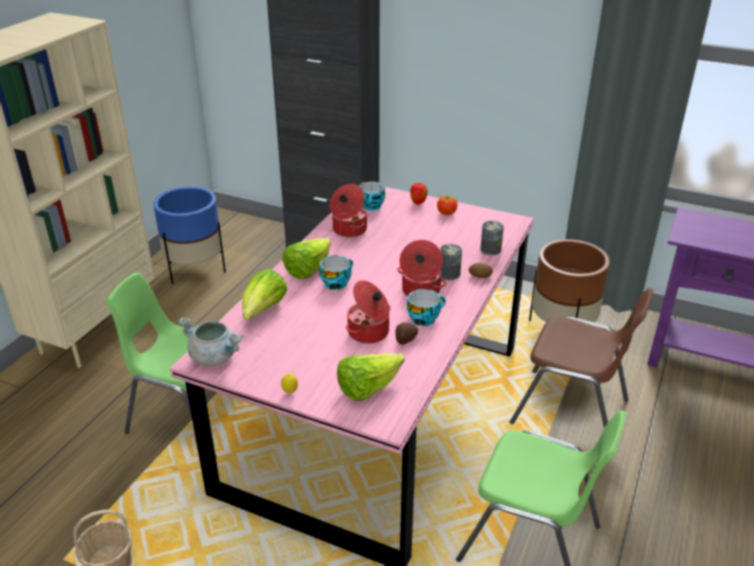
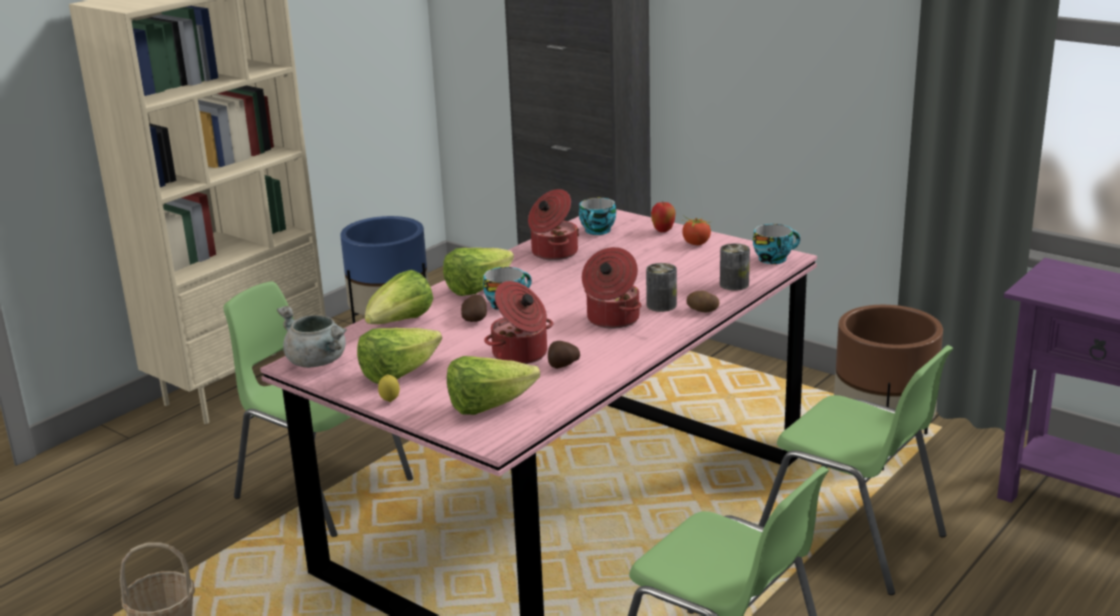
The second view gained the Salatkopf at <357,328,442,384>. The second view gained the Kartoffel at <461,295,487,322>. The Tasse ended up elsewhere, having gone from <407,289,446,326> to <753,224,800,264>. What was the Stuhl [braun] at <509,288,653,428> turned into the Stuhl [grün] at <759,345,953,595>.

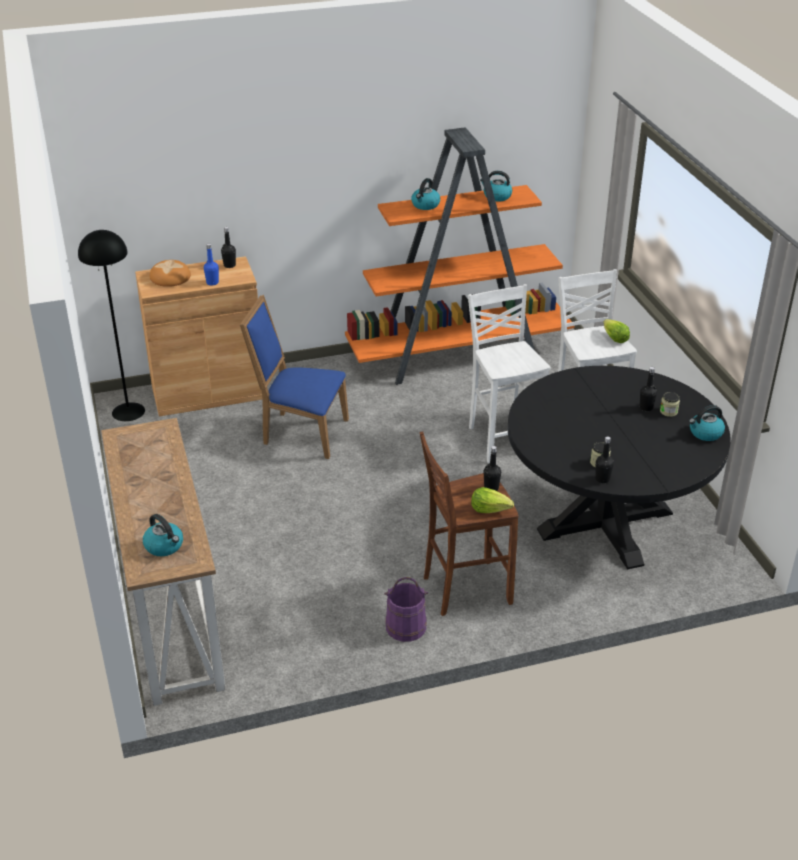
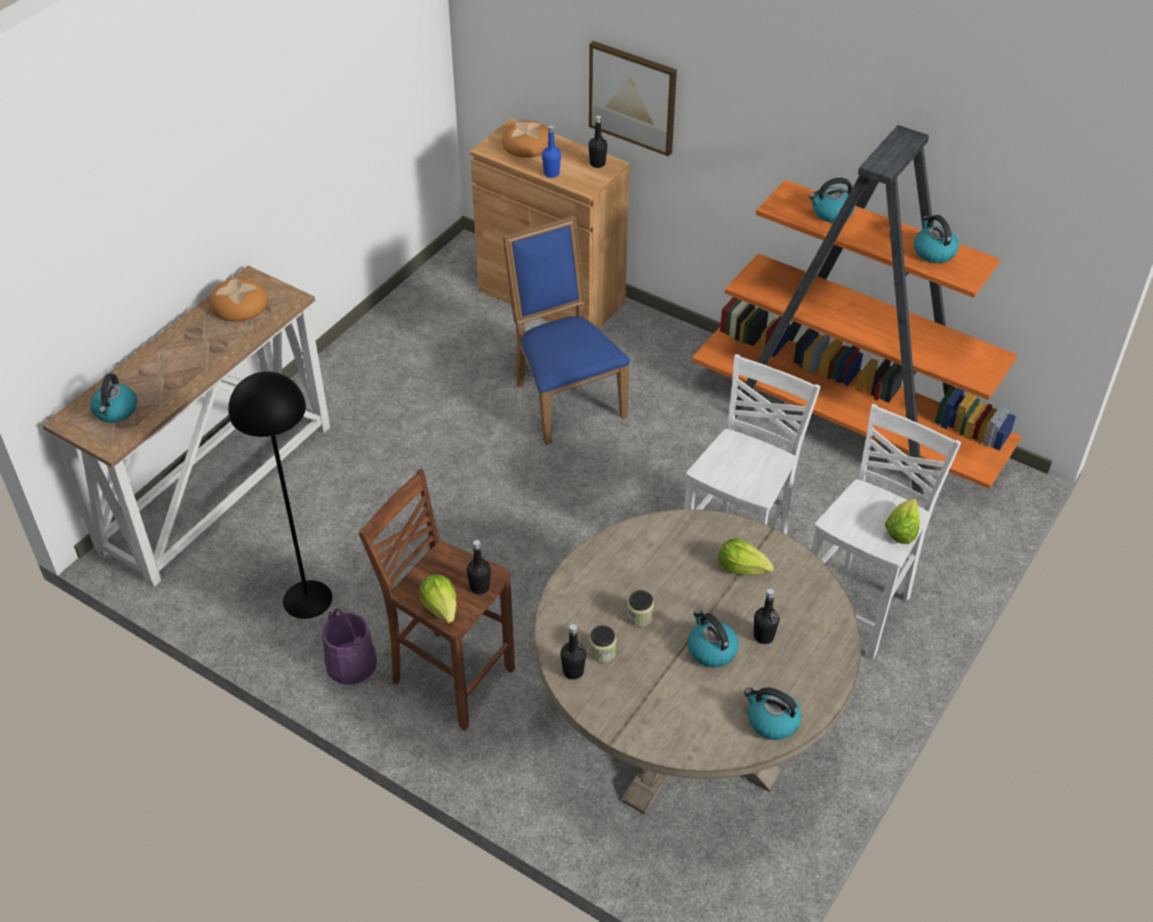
The second view gained the Brot at <209,278,268,322>. The Stehlampe [schwarz] ended up elsewhere, having gone from <78,230,145,421> to <228,371,332,619>. What was the Esstisch [schwarz] at <508,366,731,569> turned into the Esstisch [beige] at <535,509,861,815>. The second view gained the Bild at <589,41,677,157>. The Vorratsglas ended up elsewhere, having gone from <660,392,680,417> to <627,590,654,627>. The second view gained the Wasserkessel at <688,610,739,668>. The second view gained the Salatkopf at <718,538,774,575>.

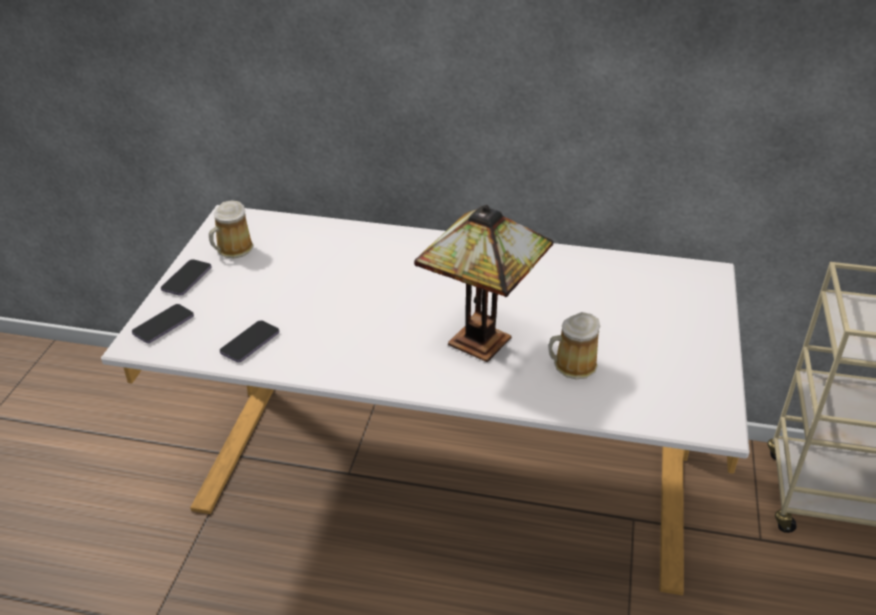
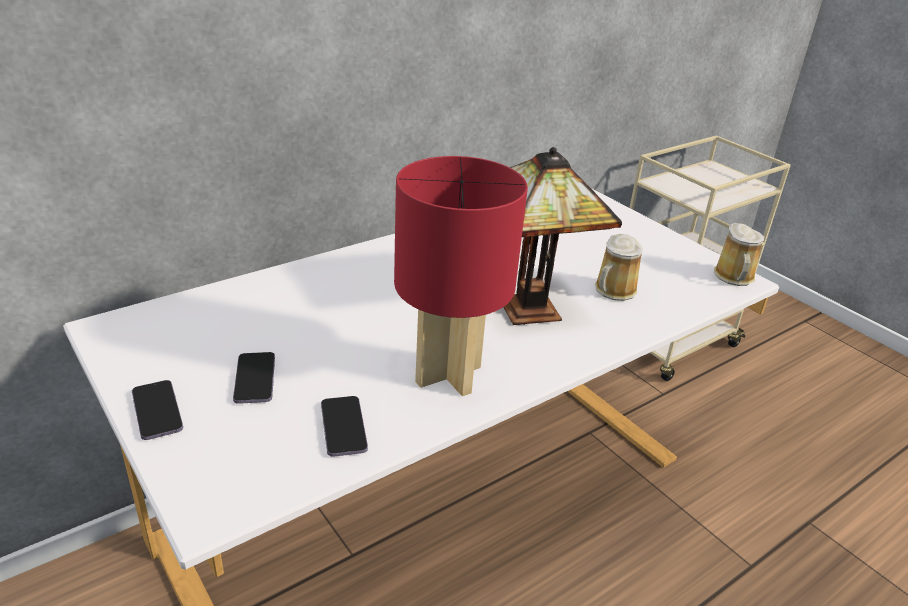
The Handy ended up elsewhere, having gone from <132,304,194,343> to <233,352,275,404>. The second view gained the Tischlampe [rot] at <394,156,528,396>. The Henkelbecher ended up elsewhere, having gone from <209,201,254,258> to <714,223,764,286>.

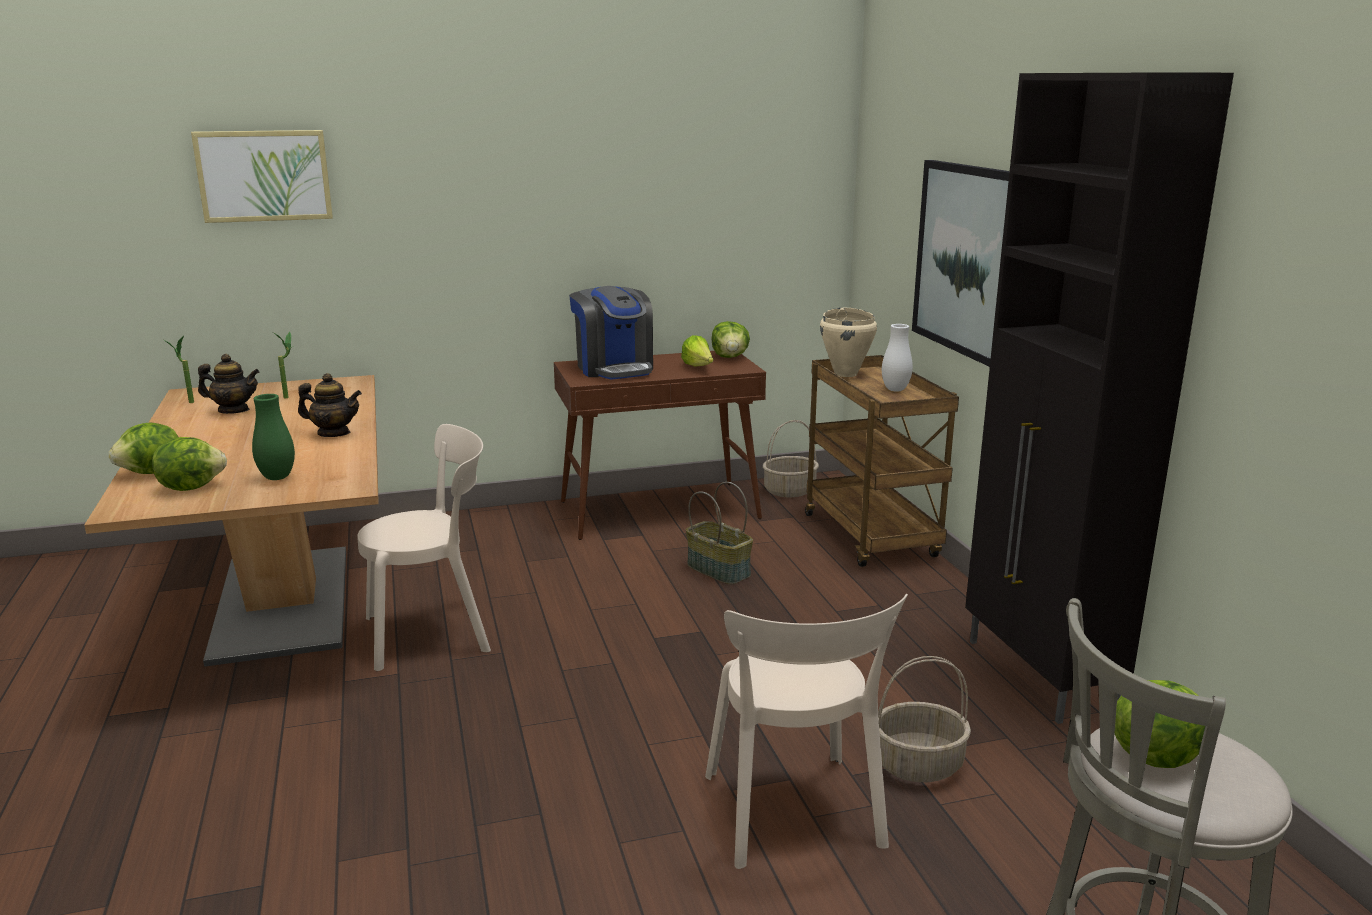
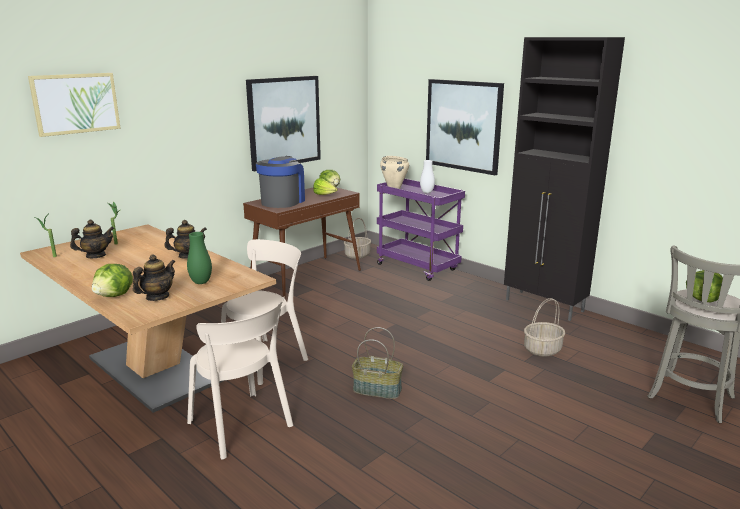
Where the Salatkopf stood at <152,437,227,491>, the Teekanne came to stand at <133,254,176,301>. The Stuhl [beige] ended up elsewhere, having gone from <705,594,908,869> to <187,297,293,460>. The second view gained the Bild at <246,76,321,171>. The Kaffeemaschine at <569,286,653,379> ended up facing another way, 105 degrees counterclockwise from before. The Korb ended up elsewhere, having gone from <686,482,753,584> to <352,327,403,399>. What was the Rollwagen [braun] at <805,355,959,567> turned into the Rollwagen [lila] at <377,178,465,281>.

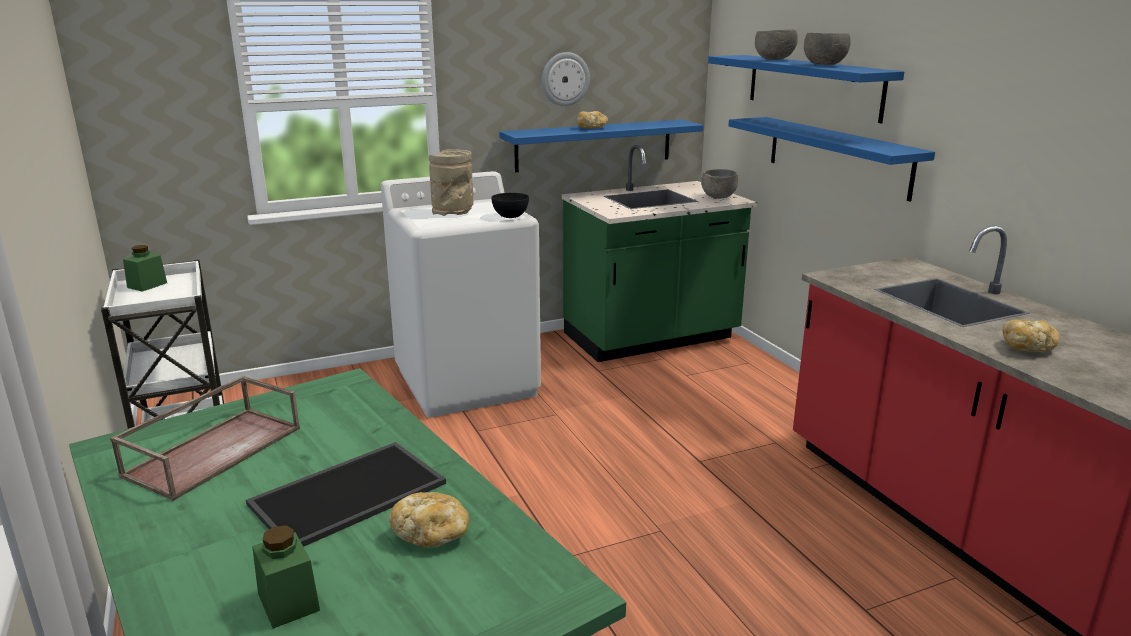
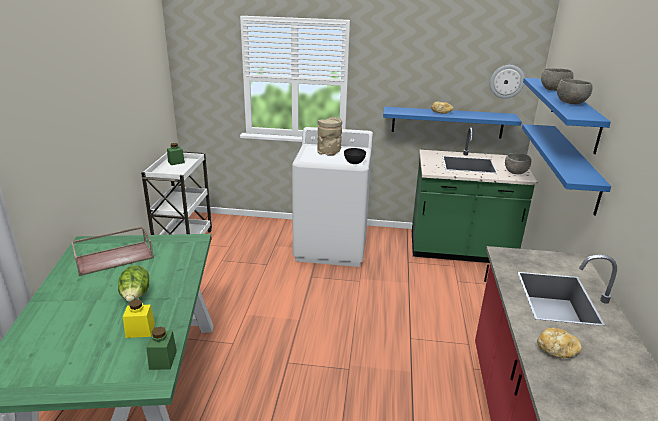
Where the Tablett stood at <246,442,446,547>, the Salatkopf came to stand at <118,265,149,302>. Where the Brot stood at <389,492,469,548>, the Vorratsglas [gelb] came to stand at <123,299,155,338>. The Vorratsglas [grün] ended up elsewhere, having gone from <252,526,320,629> to <146,326,177,370>. The Wanduhr ended up elsewhere, having gone from <542,52,590,106> to <490,65,525,99>.

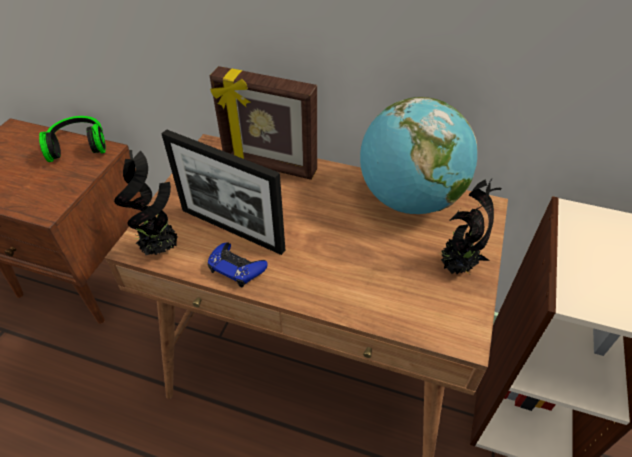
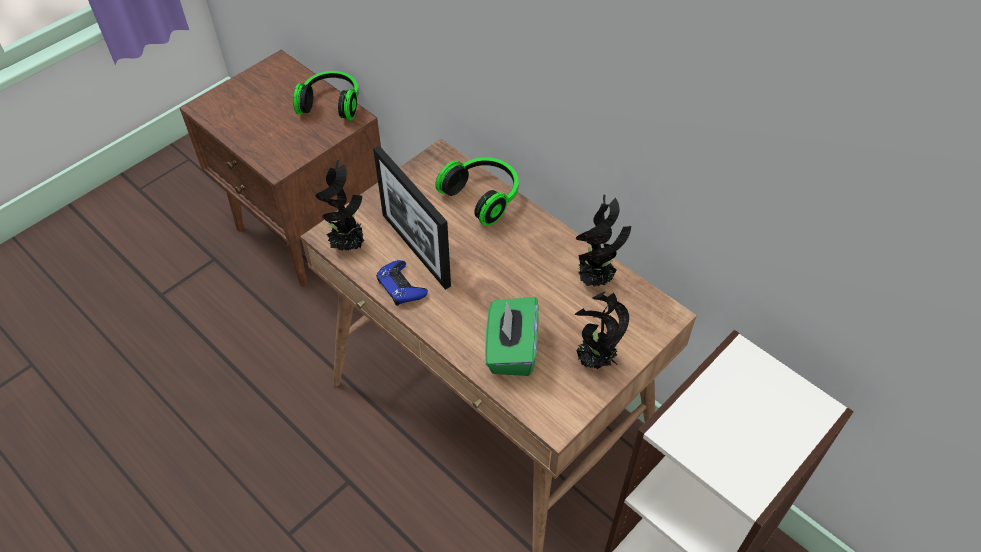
Where the Bilderrahmen stood at <210,66,317,180>, the Kopfhörer came to stand at <435,157,519,226>. The second view gained the Taschentuchbox [grün] at <485,297,539,376>. Where the Globus stood at <360,97,477,214>, the Topfpflanze came to stand at <576,194,631,287>.

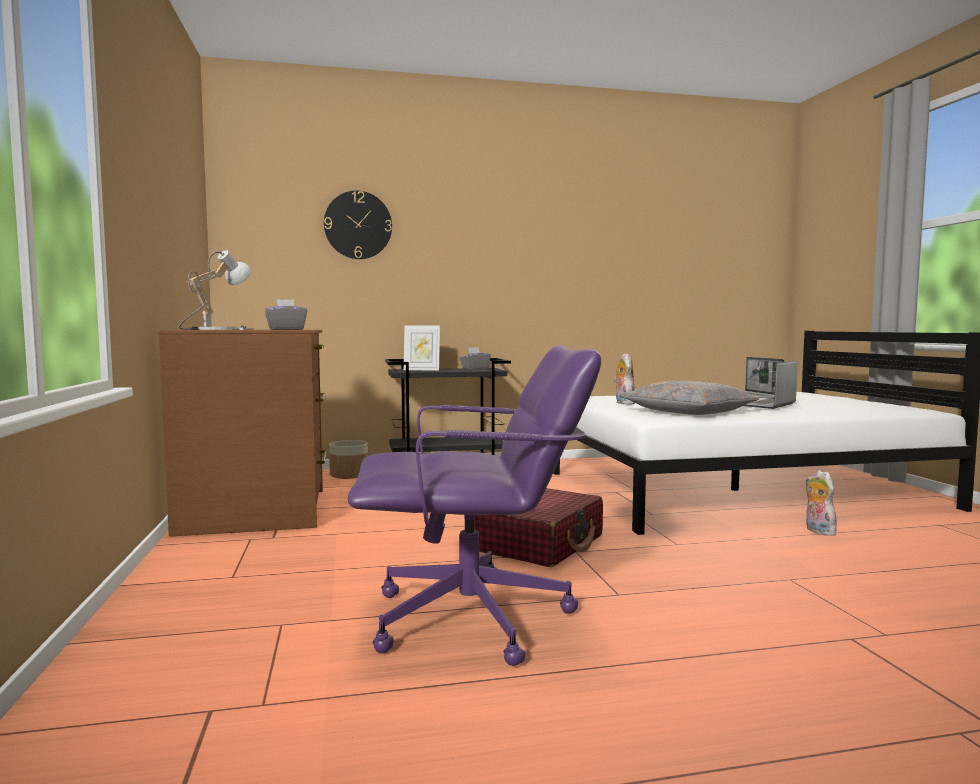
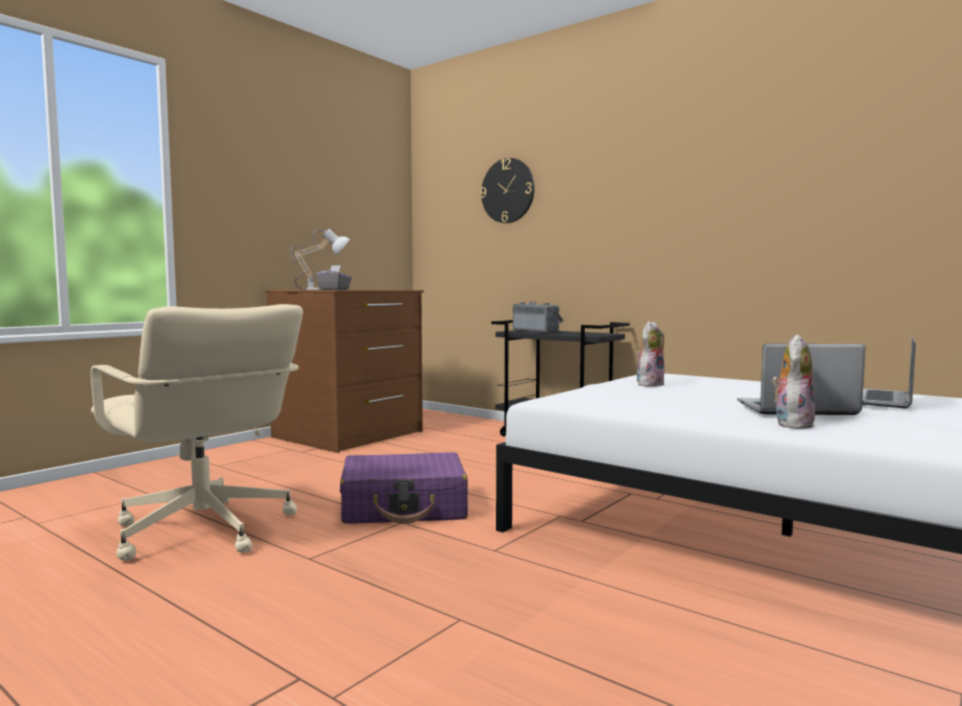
What was the Bürostuhl [lila] at <348,345,601,666> turned into the Bürostuhl [beige] at <91,304,303,561>. What was the Koffer [rot] at <474,488,603,567> turned into the Koffer [lila] at <340,452,468,524>. Where the Bilderrahmen stood at <404,326,440,371>, the Radio came to stand at <513,301,563,333>. The Plüschtier ended up elsewhere, having gone from <806,470,837,536> to <771,335,815,429>. The second view lost the Pflanzkübel at <329,440,368,479>. The second view lost the Taschentuchbox [grau] at <460,347,491,370>. The second view lost the Kissen [grau] at <621,381,759,415>.

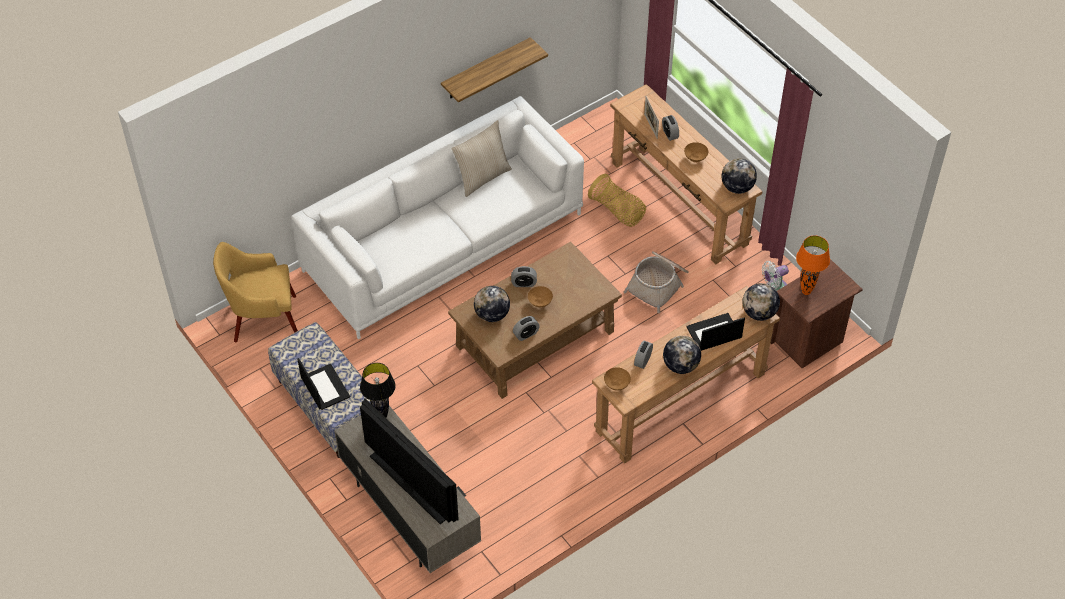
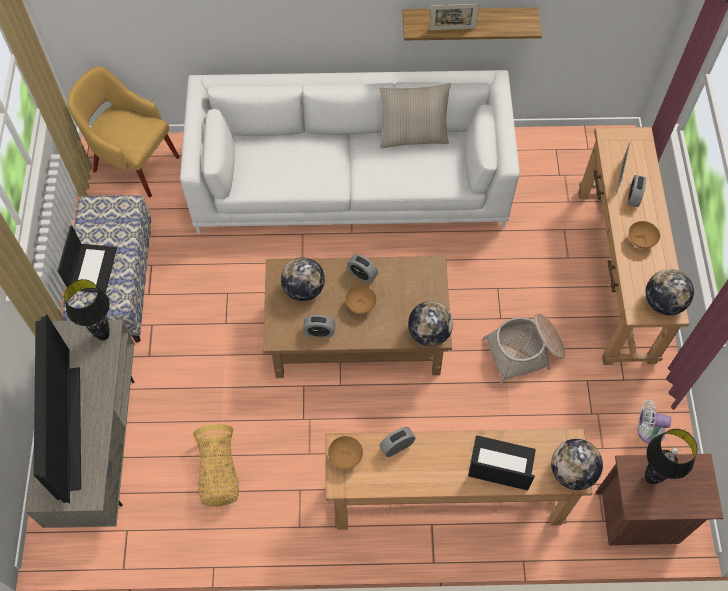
The Korb ended up elsewhere, having gone from <588,174,646,227> to <193,424,239,507>. The Globus ended up elsewhere, having gone from <663,336,701,374> to <408,301,453,346>. The second view gained the Bilderrahmen at <429,4,479,30>. What was the Tischlampe [orange] at <796,236,830,295> turned into the Tischlampe [schwarz] at <645,429,697,484>.

